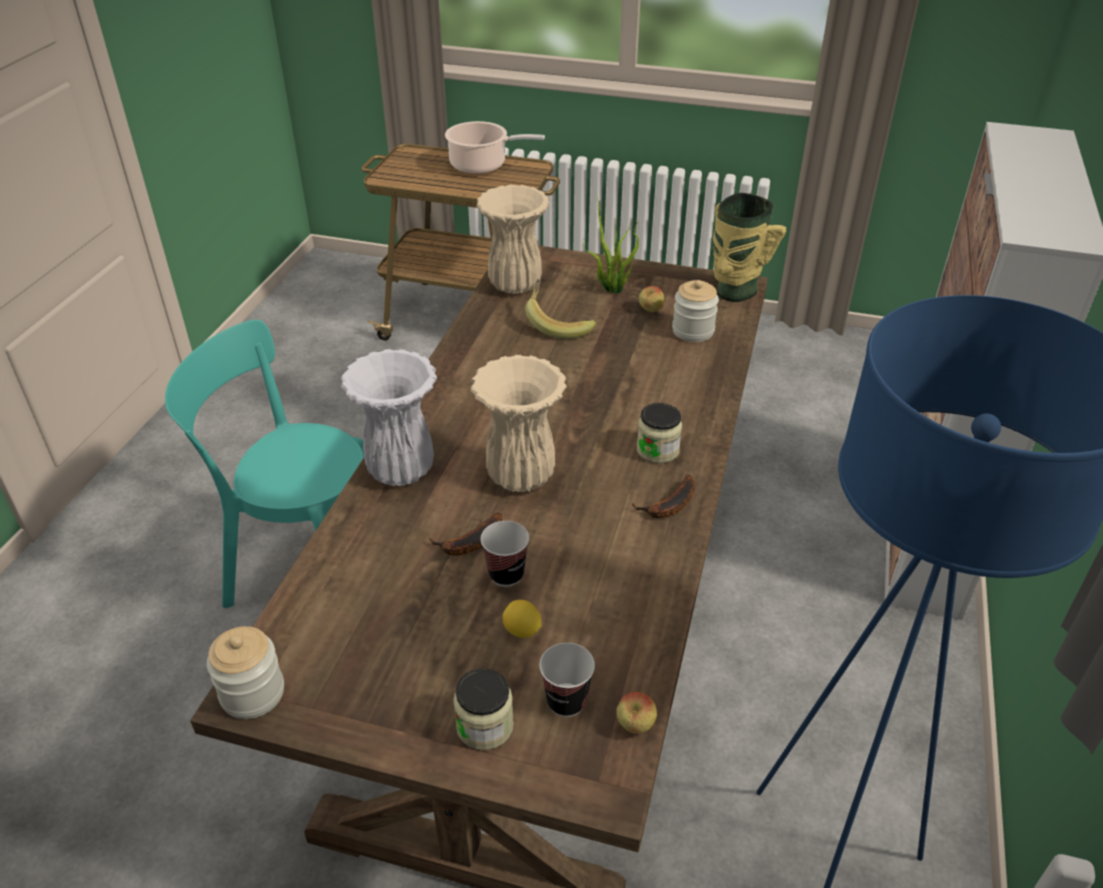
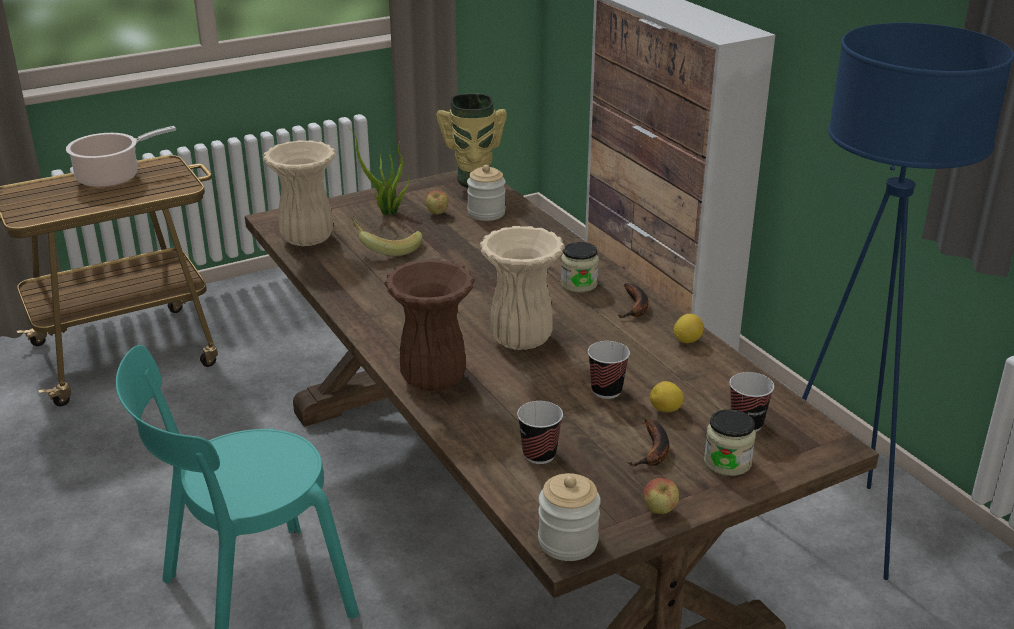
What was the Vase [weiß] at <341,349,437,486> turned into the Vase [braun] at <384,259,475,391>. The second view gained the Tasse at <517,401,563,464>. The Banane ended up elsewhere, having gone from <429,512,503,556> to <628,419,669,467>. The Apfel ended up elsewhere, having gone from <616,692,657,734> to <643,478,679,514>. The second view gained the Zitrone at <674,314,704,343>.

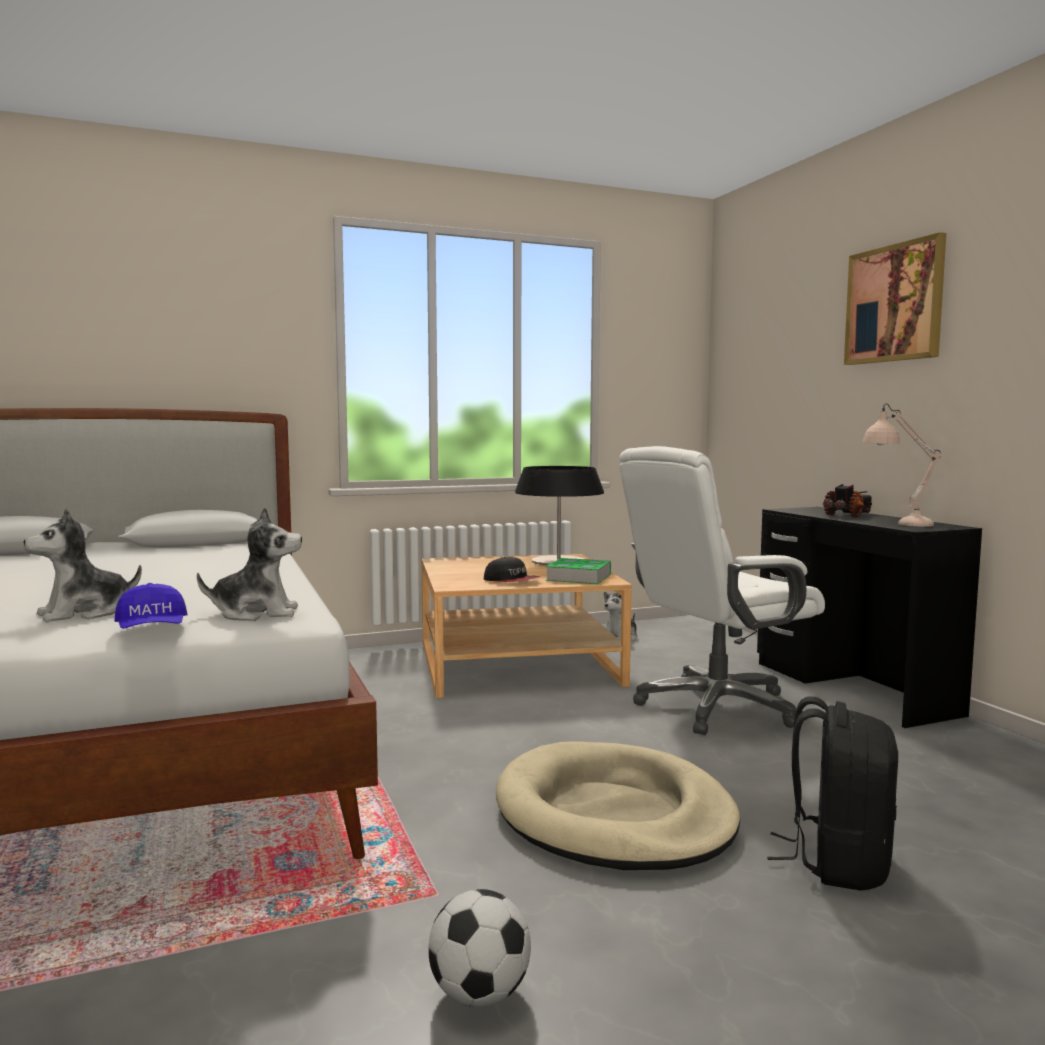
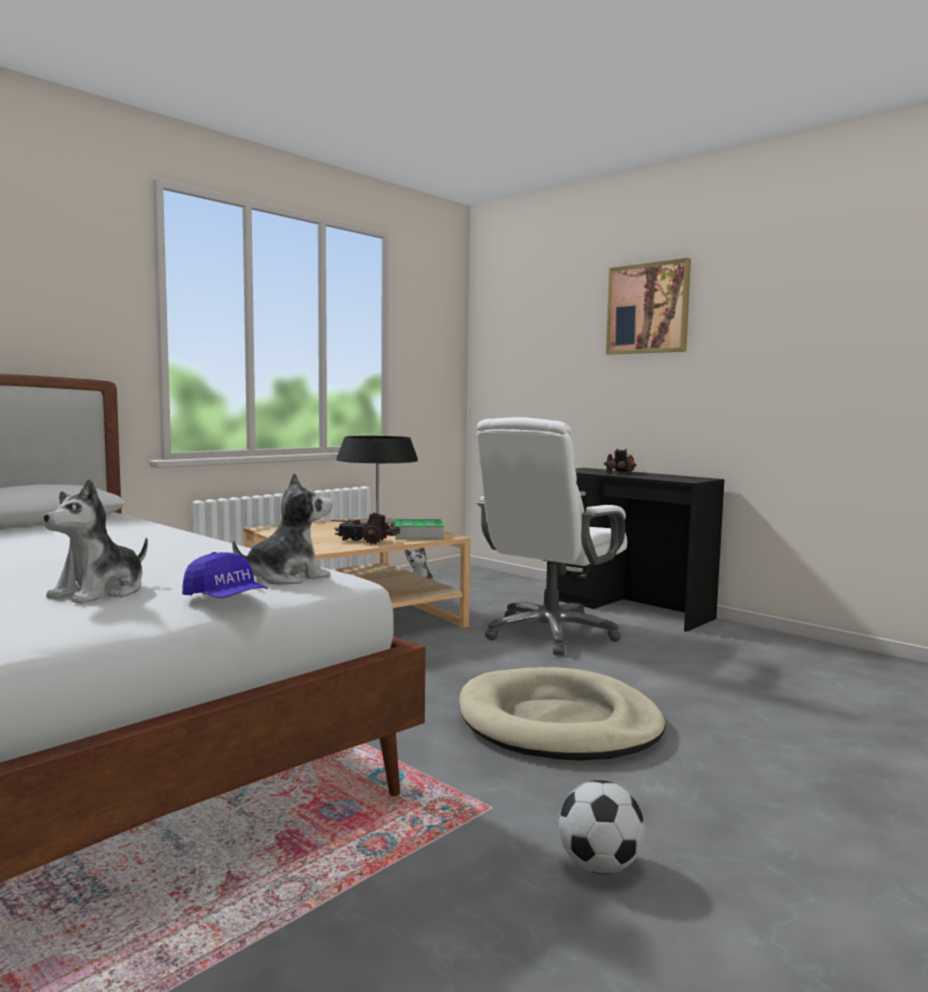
Where the Kappe stood at <484,557,541,582>, the Spielzeuglaster came to stand at <331,513,400,545>. The second view lost the Rucksack [schwarz] at <767,696,898,890>. The second view lost the Tischlampe [beige] at <862,403,941,527>.

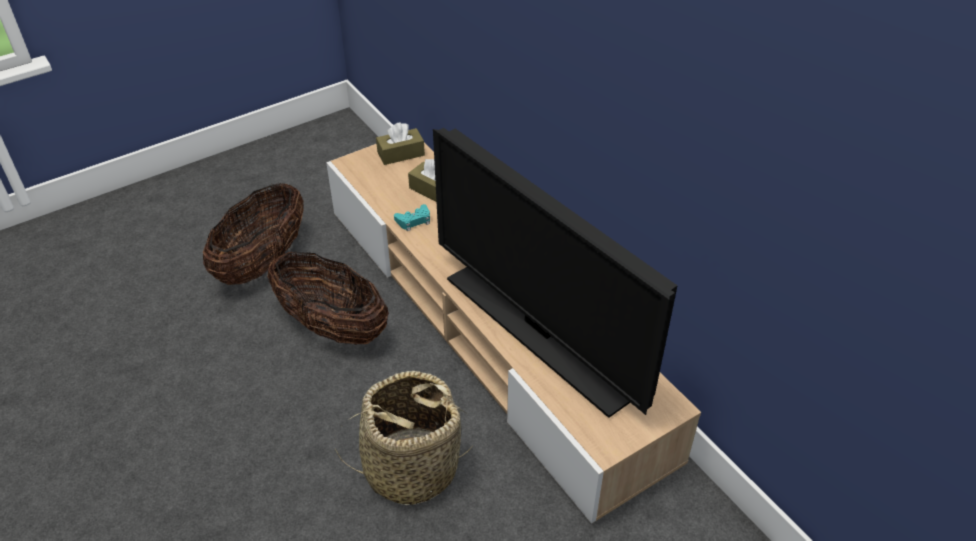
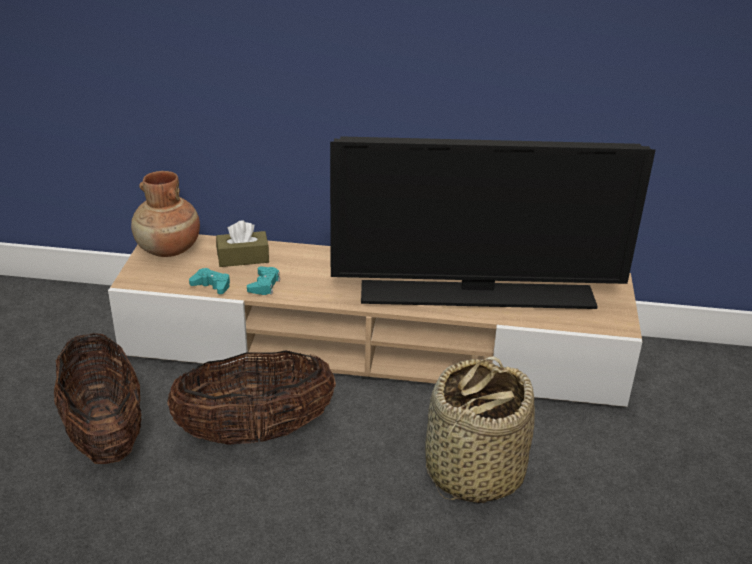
Where the Taschentuchbox [braun] stood at <376,122,425,165>, the Vase [braun] came to stand at <131,171,200,257>. The second view gained the Gamepad [türkis] at <189,268,230,294>.

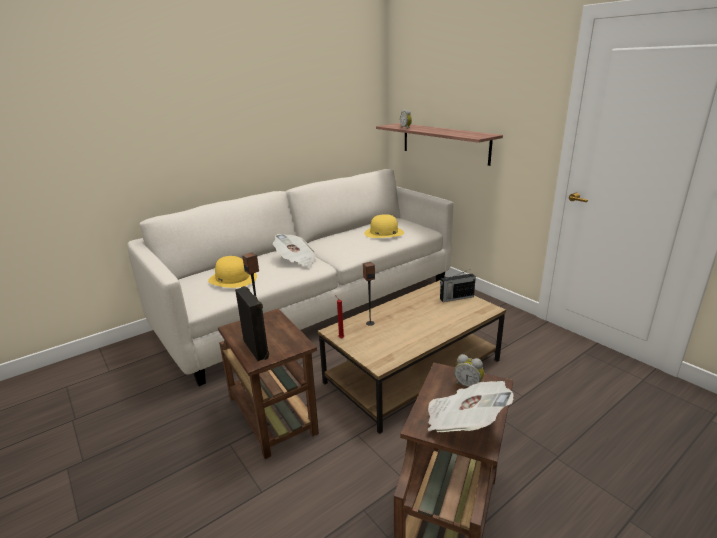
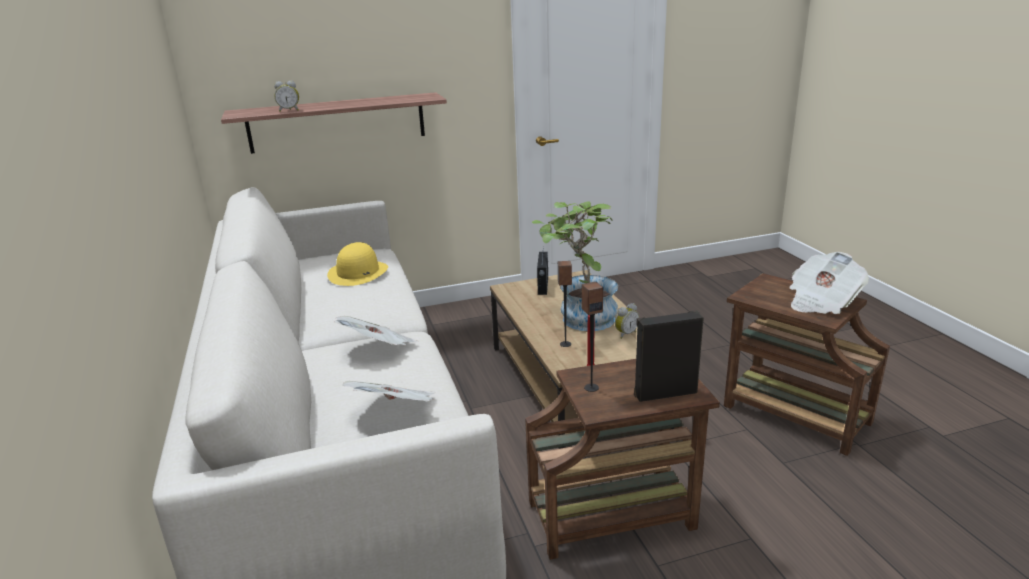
Where the Hut [gelb] stood at <208,256,257,288>, the Zeitung came to stand at <342,381,435,402>. The second view gained the Topfpflanze at <532,201,618,331>. The Wecker ended up elsewhere, having gone from <454,354,484,387> to <615,303,639,339>.

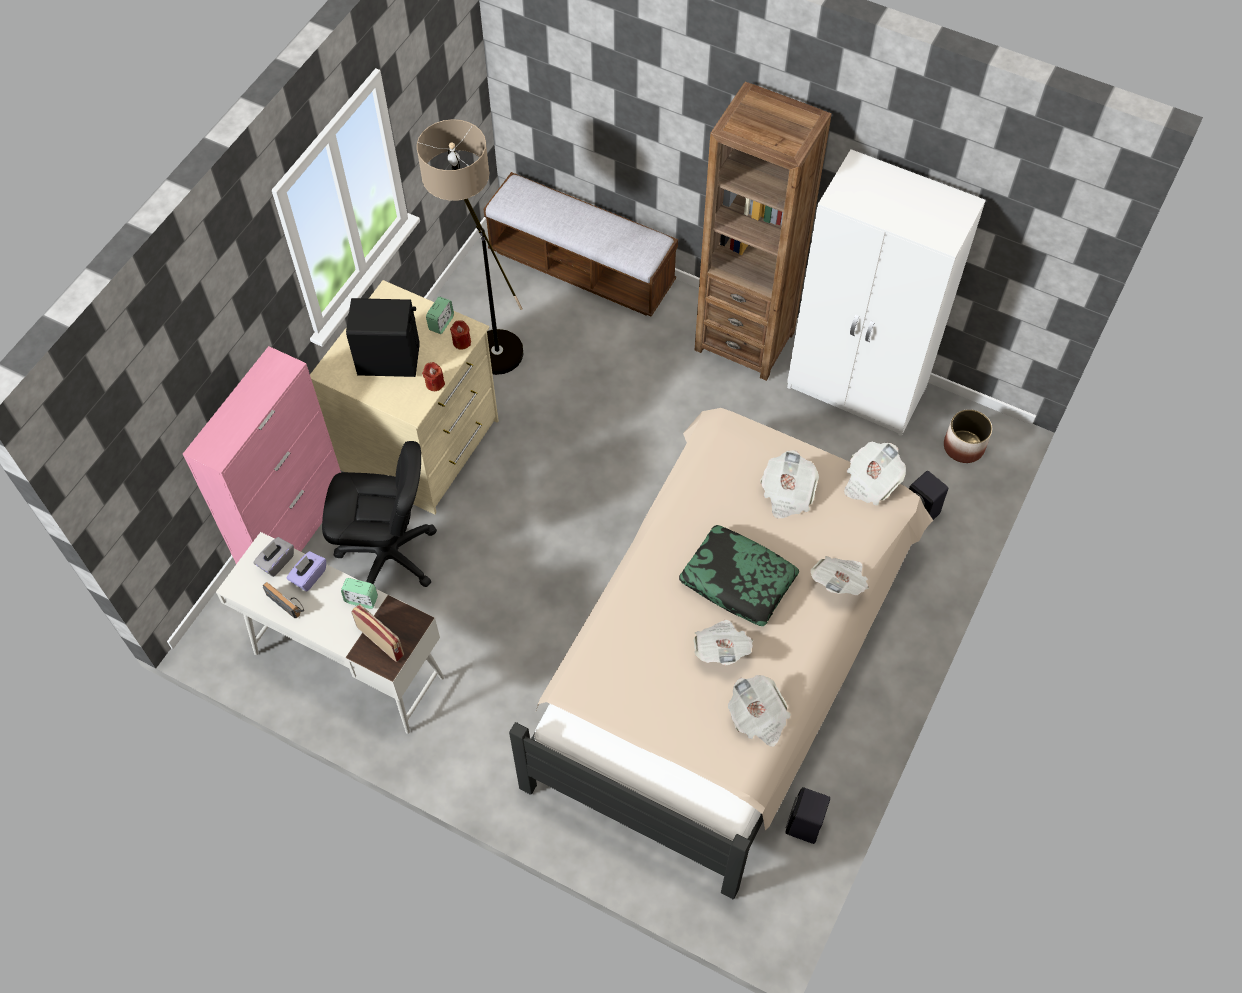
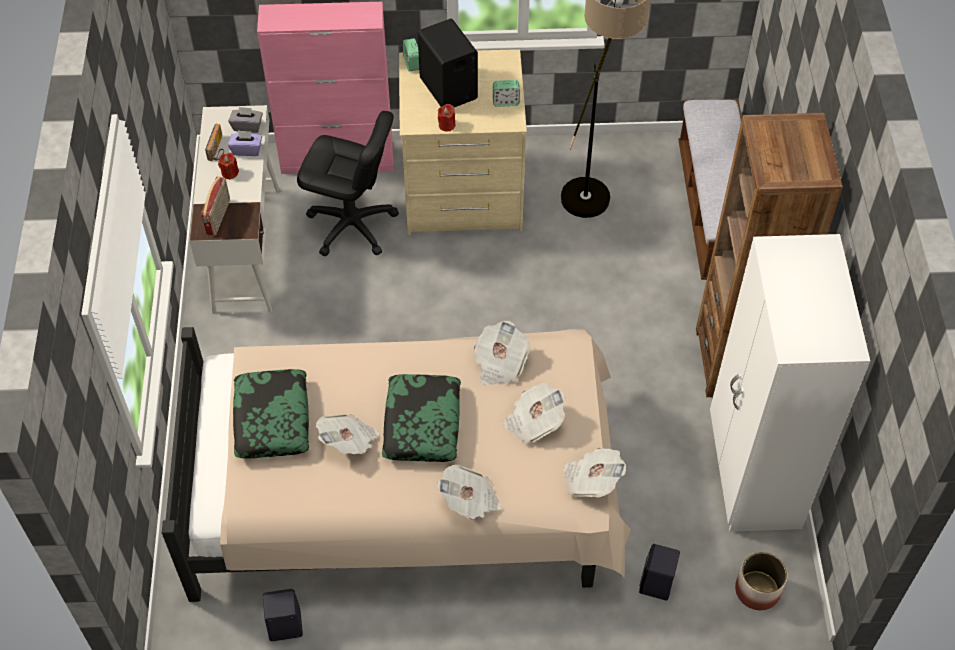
The Kerze [rot] ended up elsewhere, having gone from <450,320,471,350> to <218,153,239,180>. The second view gained the Kissen at <233,369,309,459>. The Bürostuhl [schwarz] at <322,441,437,587> ended up facing another way, 45 degrees counterclockwise from before. The Wecker ended up elsewhere, having gone from <341,578,378,609> to <403,38,419,71>. The Zeitung ended up elsewhere, having gone from <728,675,791,747> to <474,321,530,385>.

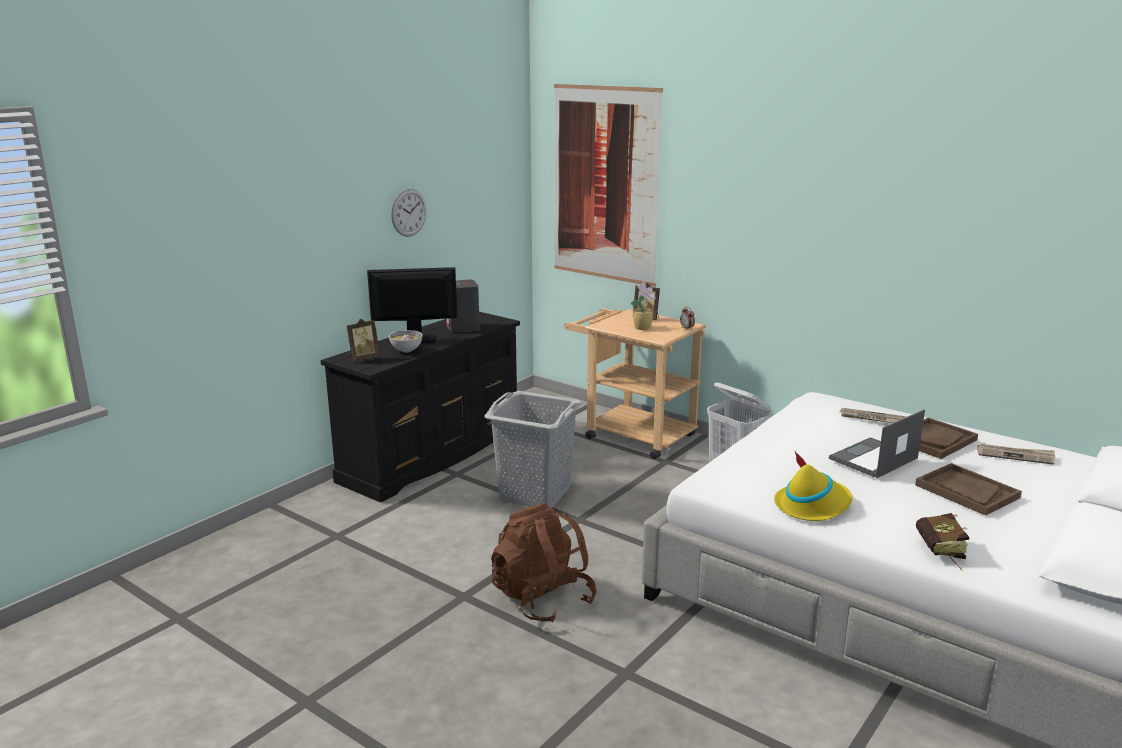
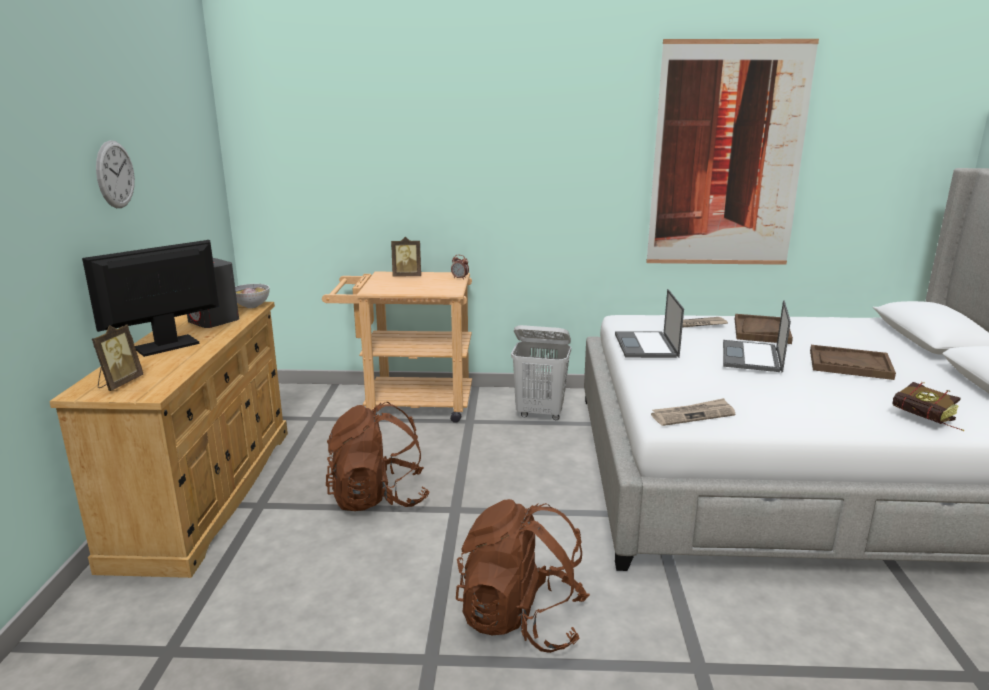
What was the Kommode [schwarz] at <321,312,520,503> turned into the Kommode [beige] at <49,302,288,578>. The Schüssel ended up elsewhere, having gone from <389,330,422,353> to <235,284,270,308>. Where the Wäschekorb [grau] stood at <484,391,582,508>, the Rucksack [braun] came to stand at <326,402,430,511>. The second view gained the Laptop at <615,289,684,358>. The Bild ended up elsewhere, having gone from <554,84,663,287> to <646,39,819,265>. The Zeitung ended up elsewhere, having gone from <977,443,1055,465> to <651,398,735,426>. The second view lost the Topfpflanze at <631,282,656,330>. The second view lost the Hut [gelb] at <774,452,852,521>.

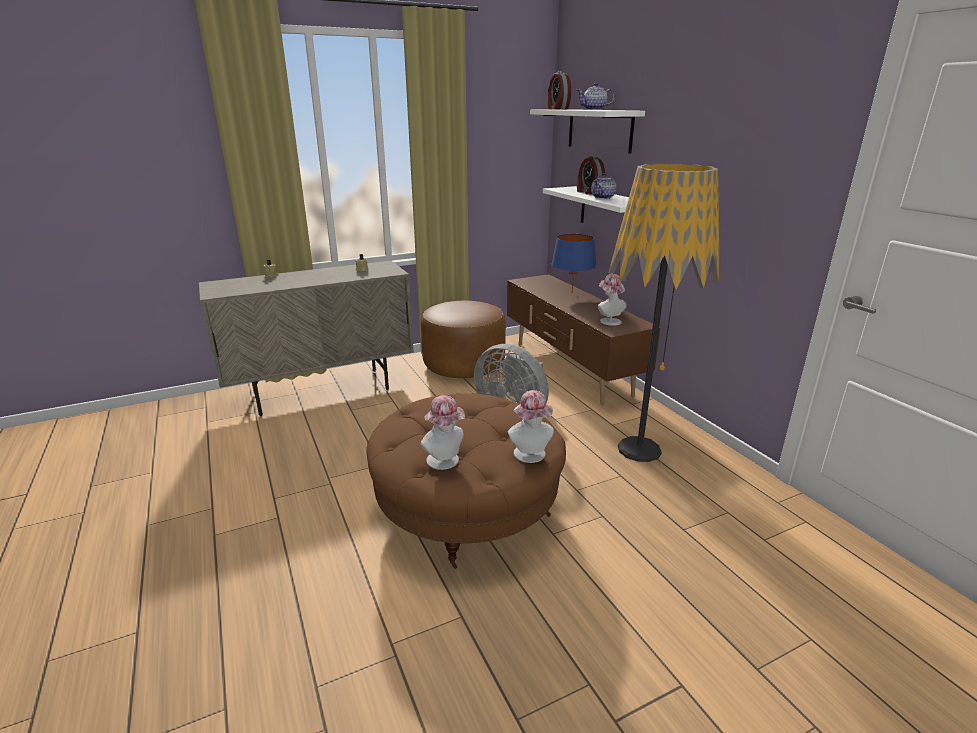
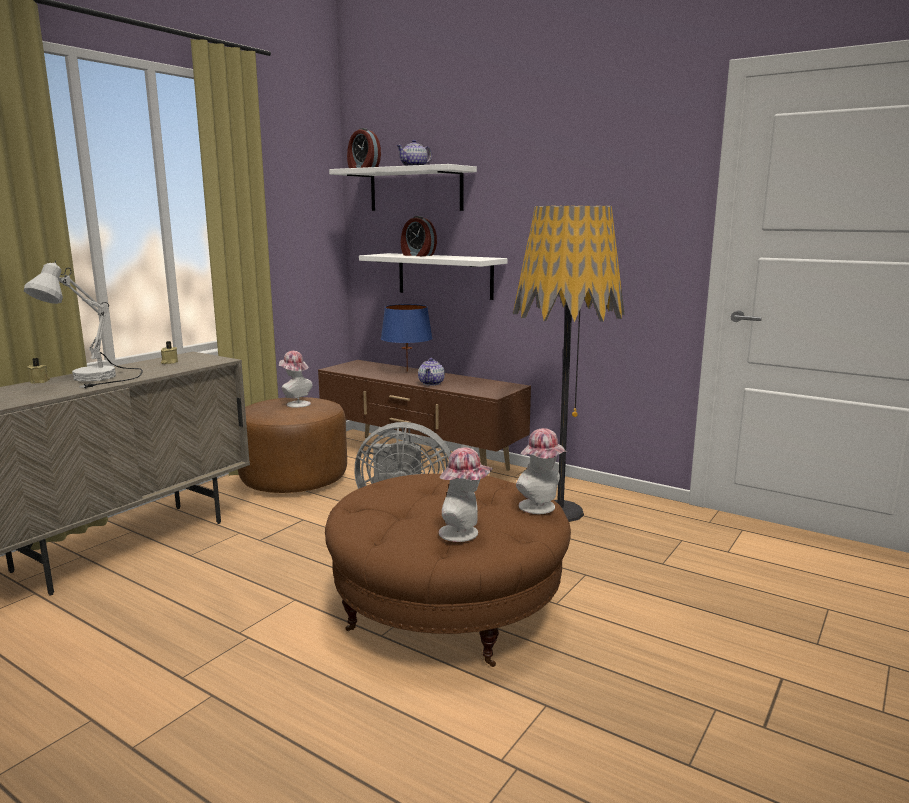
The second view gained the Tischlampe [weiß] at <24,261,143,389>. The Hut ended up elsewhere, having gone from <598,274,627,326> to <279,351,313,408>. The Teekanne ended up elsewhere, having gone from <591,172,616,199> to <418,358,445,386>.

